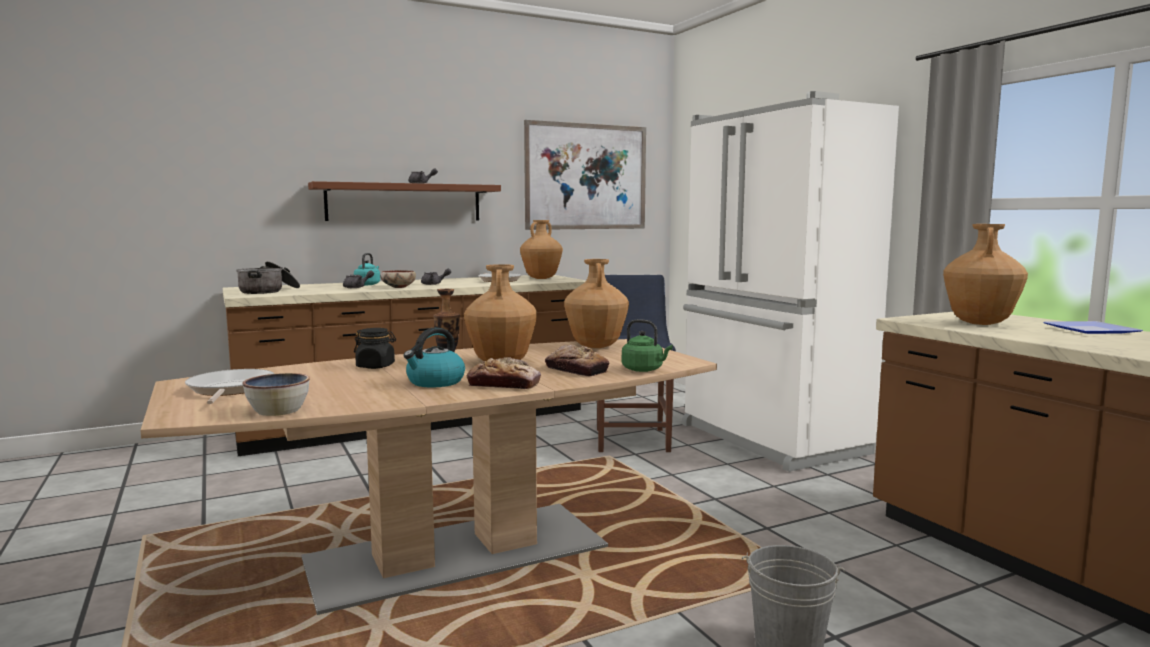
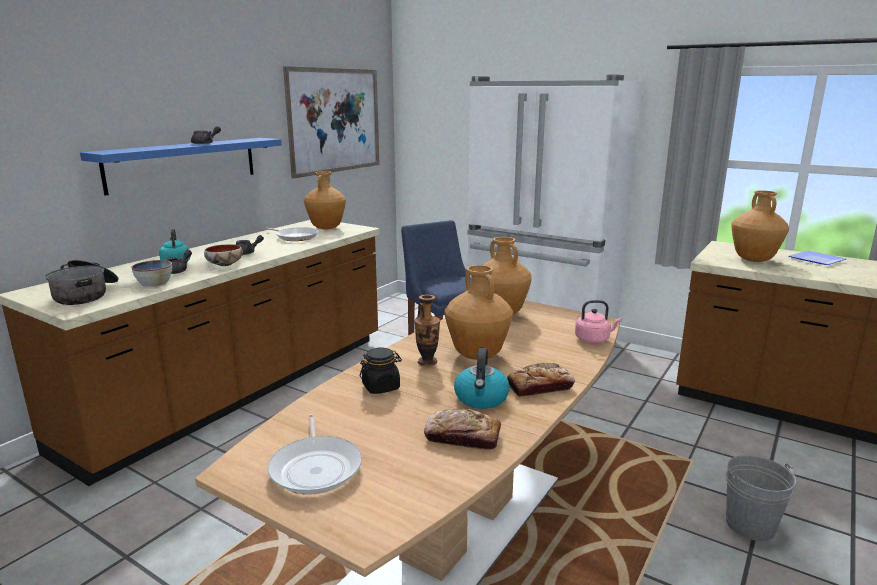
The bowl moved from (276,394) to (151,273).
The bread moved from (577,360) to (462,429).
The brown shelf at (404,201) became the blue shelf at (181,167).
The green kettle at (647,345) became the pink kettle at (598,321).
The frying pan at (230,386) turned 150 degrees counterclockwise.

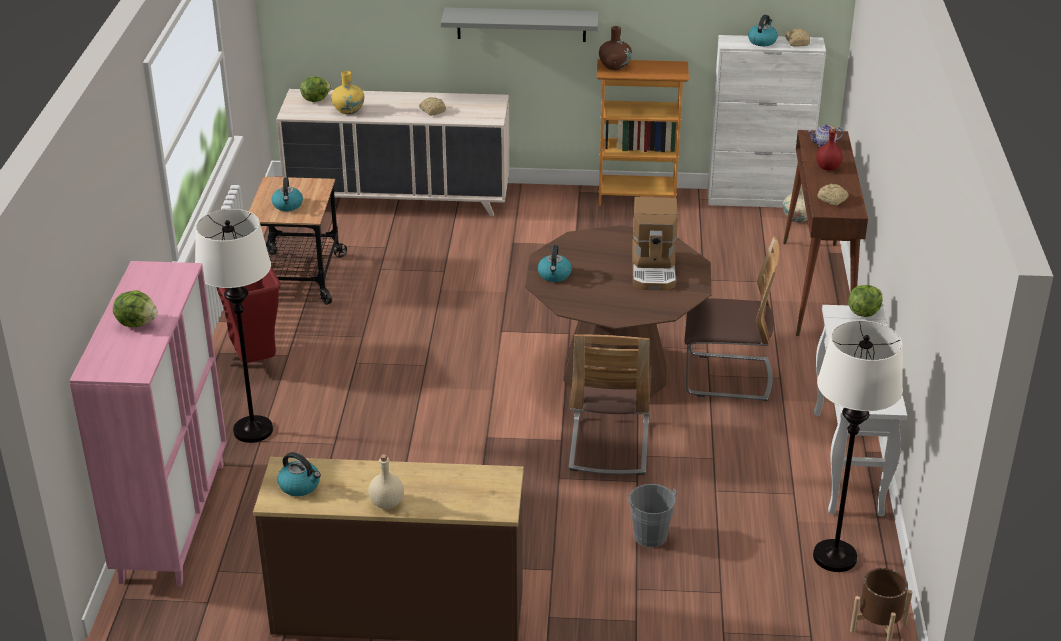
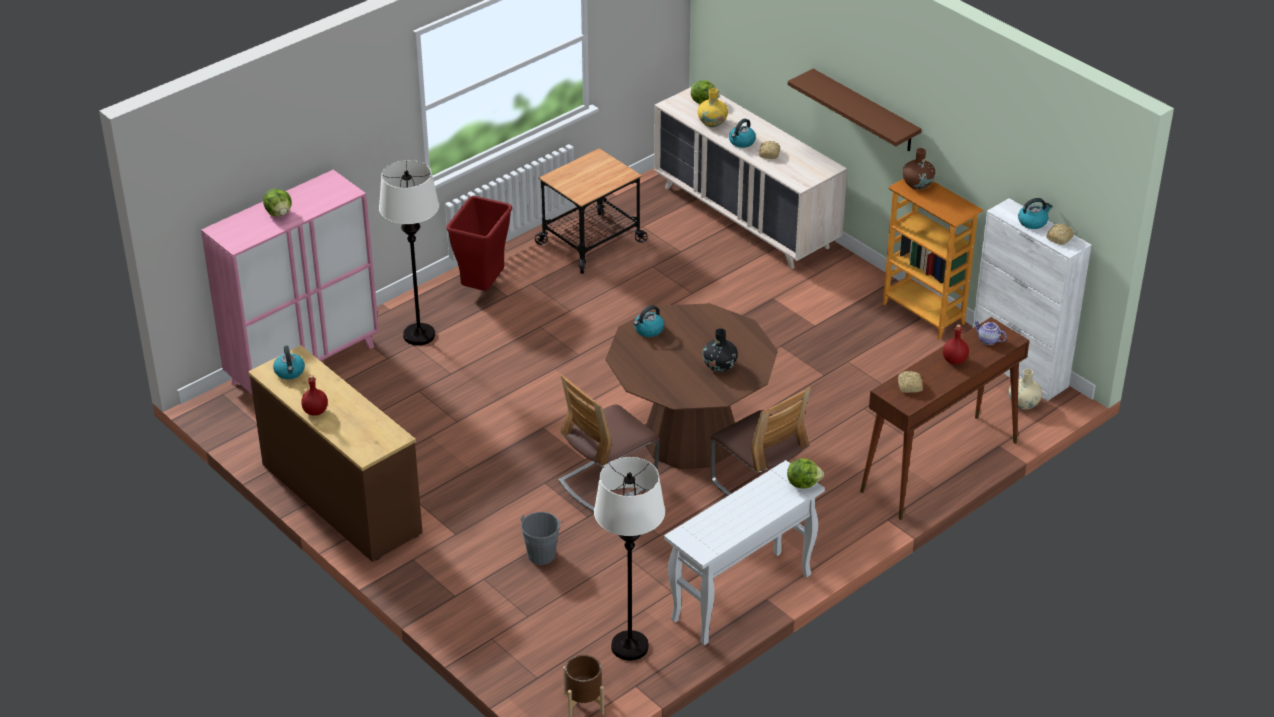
The kettle moved from (287,194) to (742,133).
The coffee machine at (655,243) was replaced by the black vase at (720,350).
The beige bottle at (386,481) became the red bottle at (314,395).
The grey shelf at (520,24) became the brown shelf at (854,110).

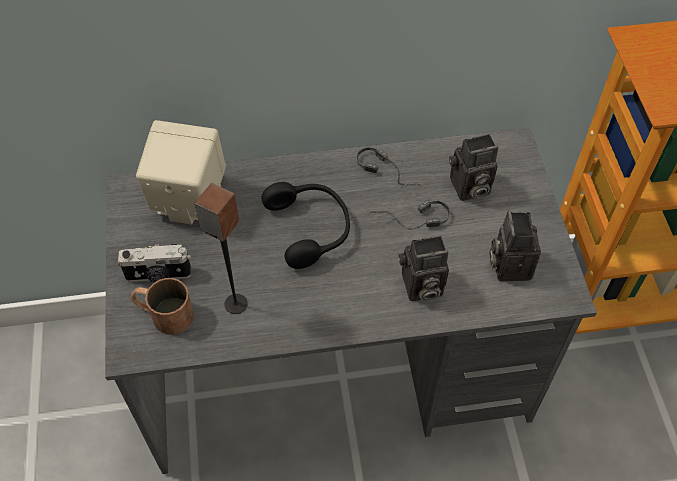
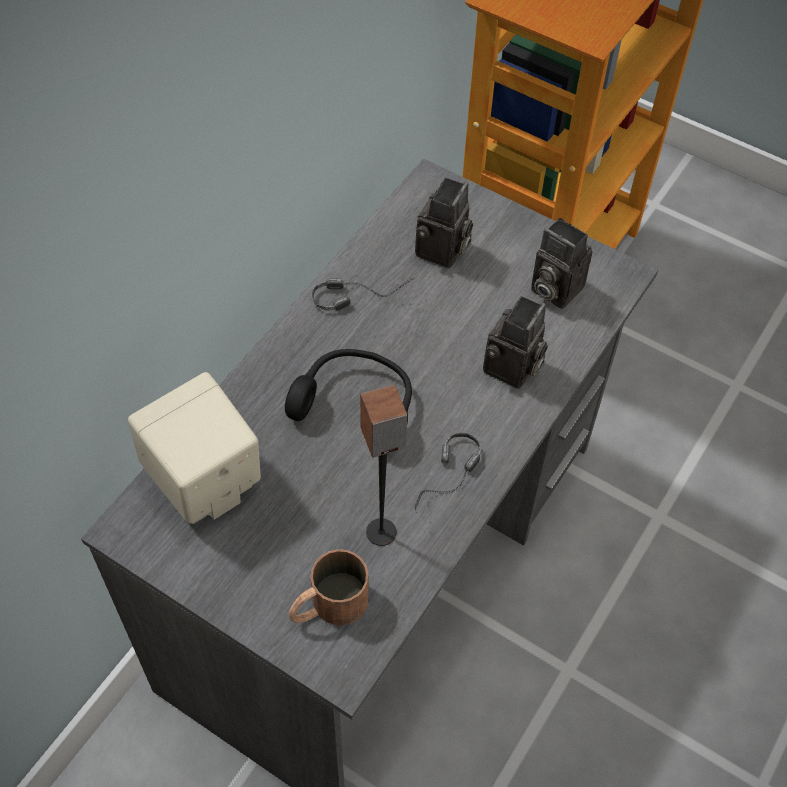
The photo camera at (154,263) disappeared.
The headphones moved from (409,215) to (447,472).

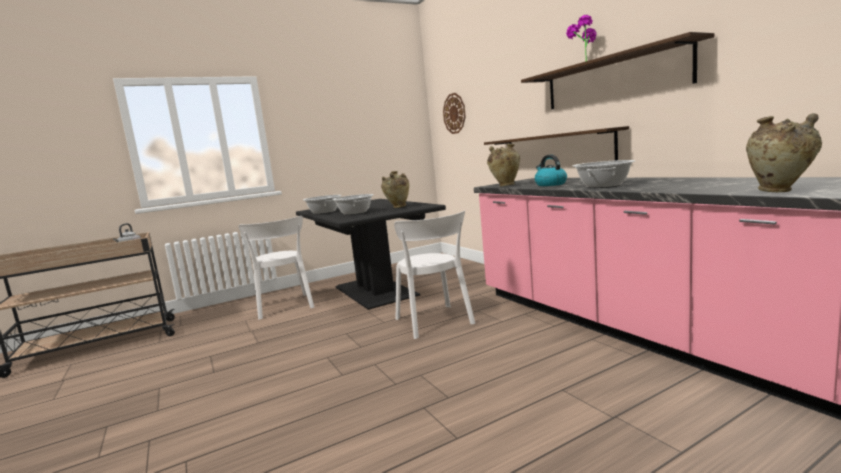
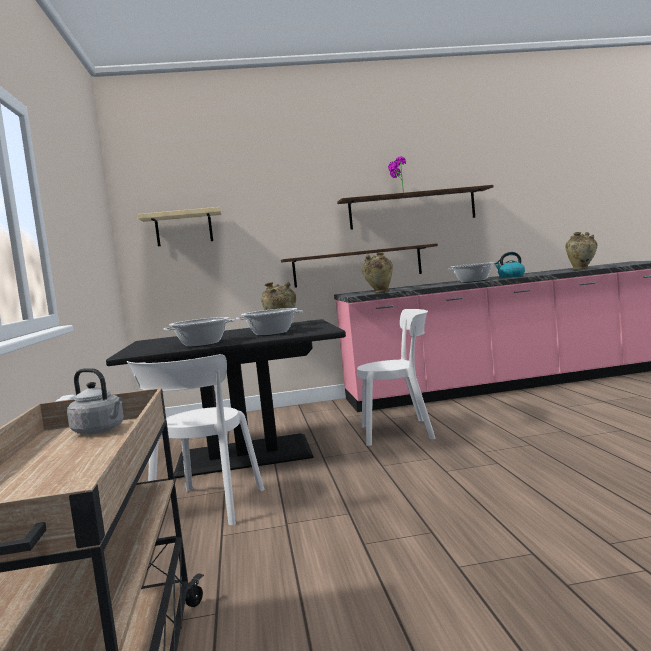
The kettle moved from (551,170) to (509,265).
The wall clock at (454,113) was replaced by the beige shelf at (179,226).
The white chair at (276,268) turned 105 degrees clockwise.

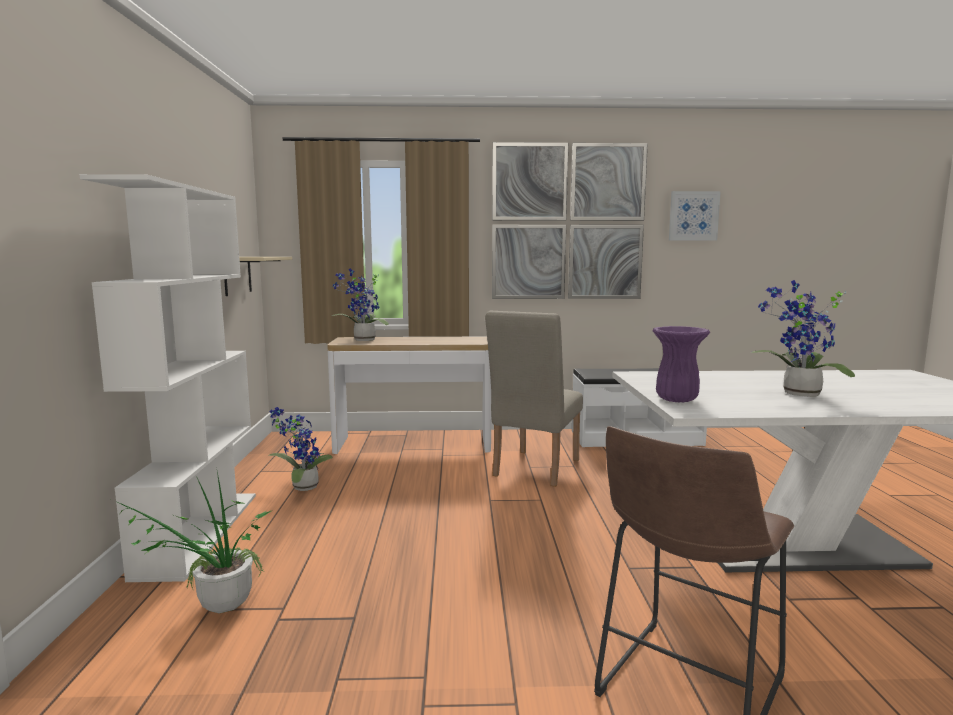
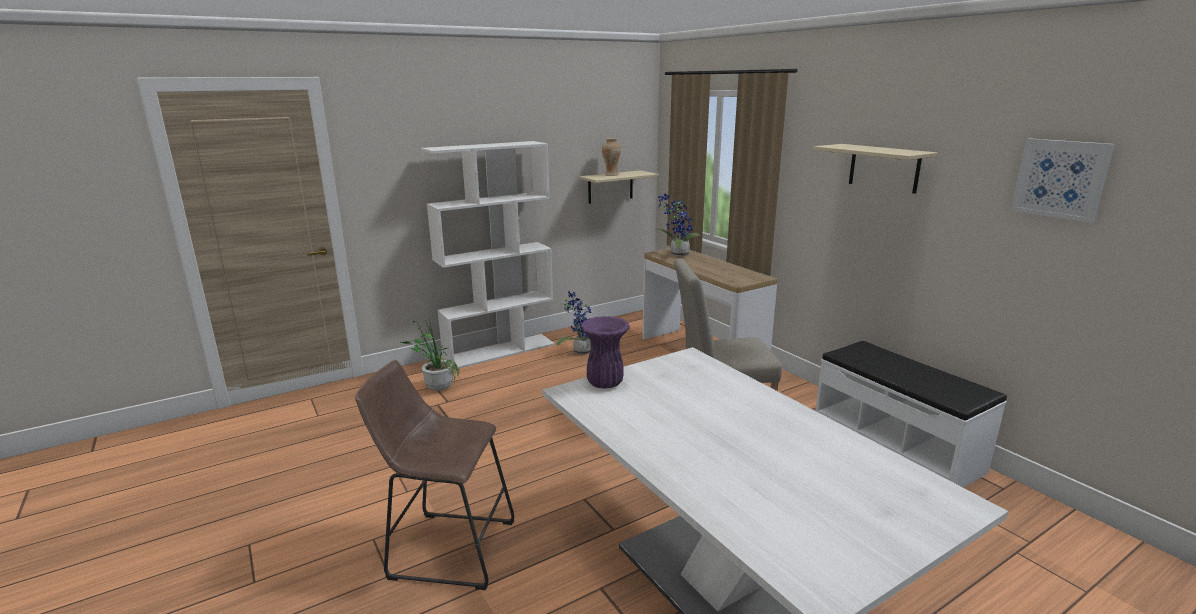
The potted plant at (803,338) disappeared.
The vase at (611,157) appeared.
The picture at (570,220) was replaced by the beige shelf at (875,169).

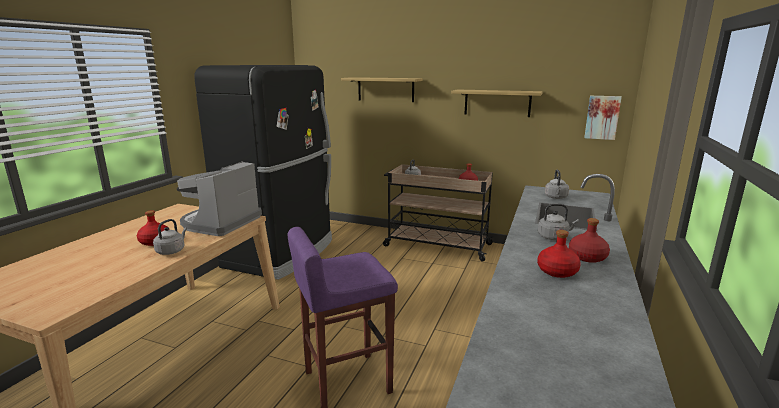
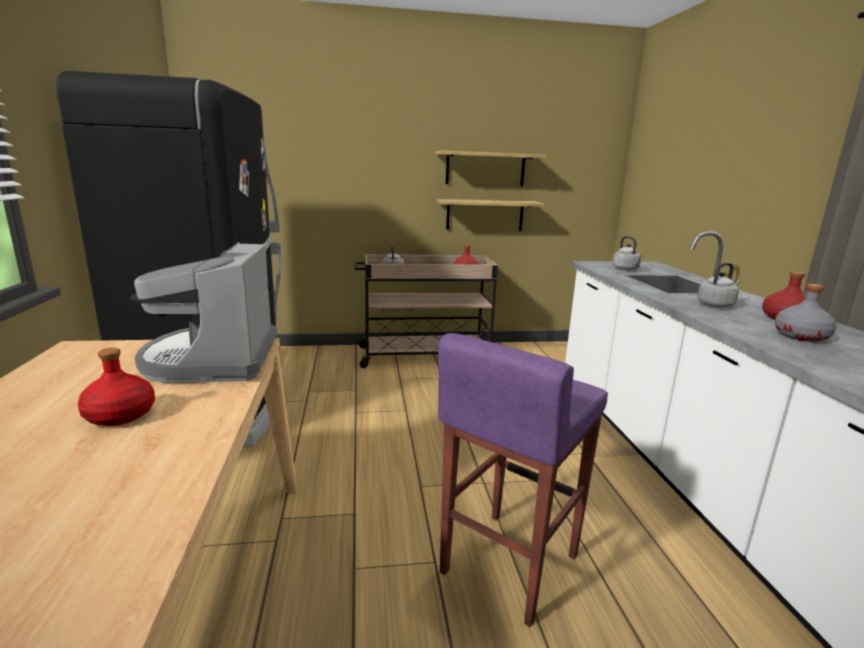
The grey kettle at (170,237) disappeared.
The picture at (603,118) disappeared.
The shelf moved from (382,89) to (490,215).
The red bottle at (559,254) became the grey bottle at (805,313).

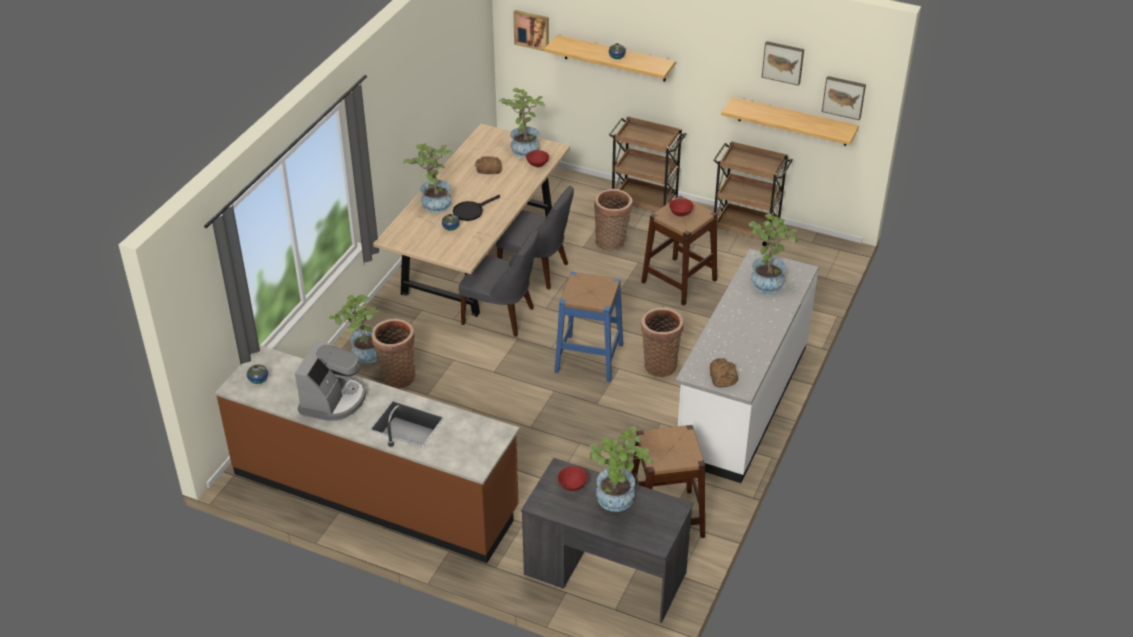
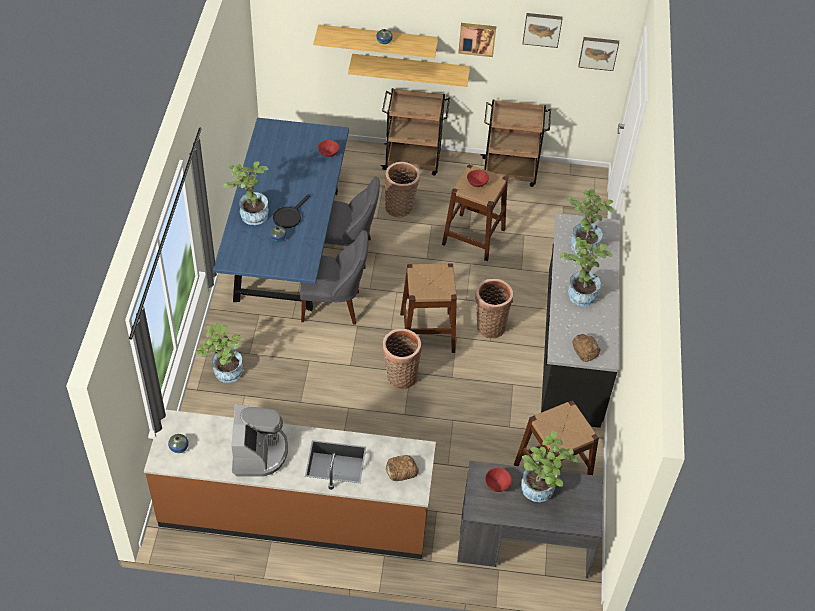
The basket moved from (393,353) to (401,359).
The bread moved from (489,165) to (402,468).
The potted plant moved from (522,123) to (586,272).
The picture moved from (531,30) to (477,40).
The shelf moved from (790,121) to (409,70).
The beige dining table at (471,220) became the blue dining table at (281,214).
The blue stool at (588,327) became the brown stool at (428,308).
The white counter at (747,366) became the black counter at (580,320).

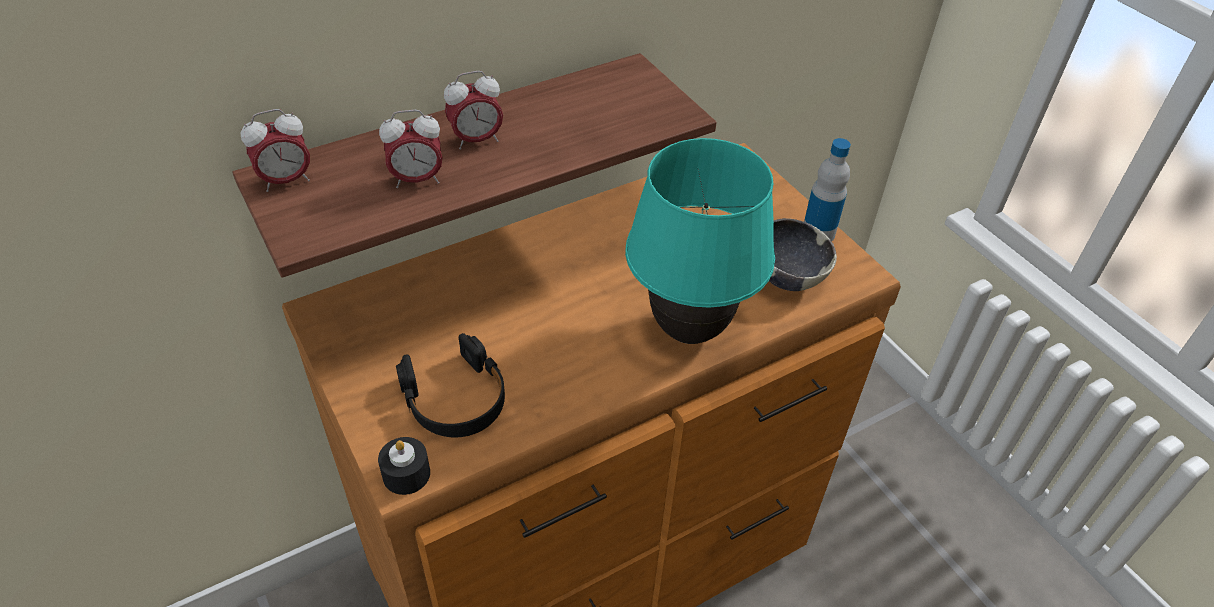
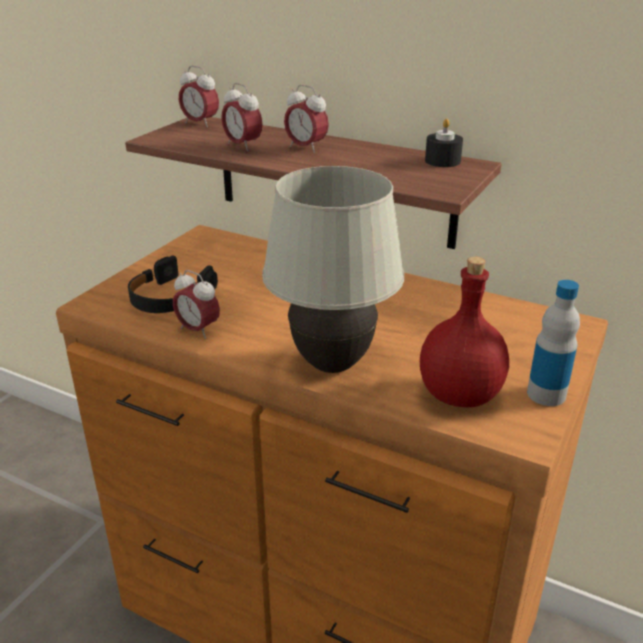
The alarm clock at (196,304) appeared.
The black candle moved from (404,466) to (444,143).
The bowl at (803,254) was replaced by the red bottle at (464,332).
The turquoise table lamp at (700,241) became the white table lamp at (333,269).

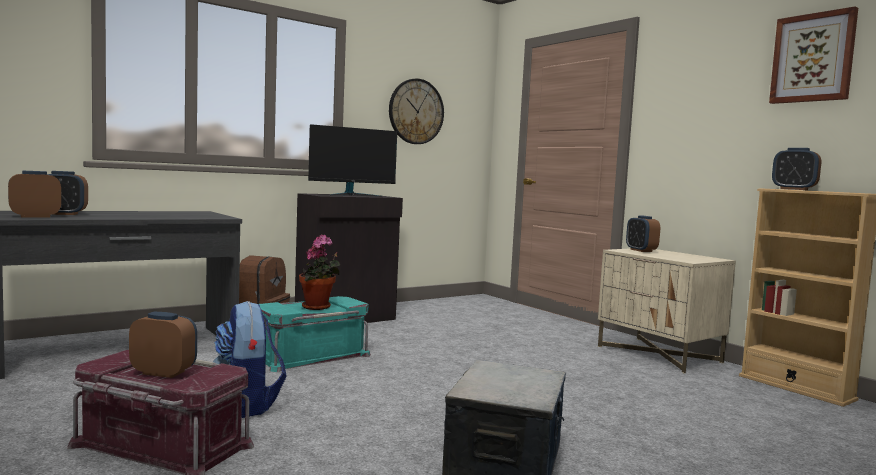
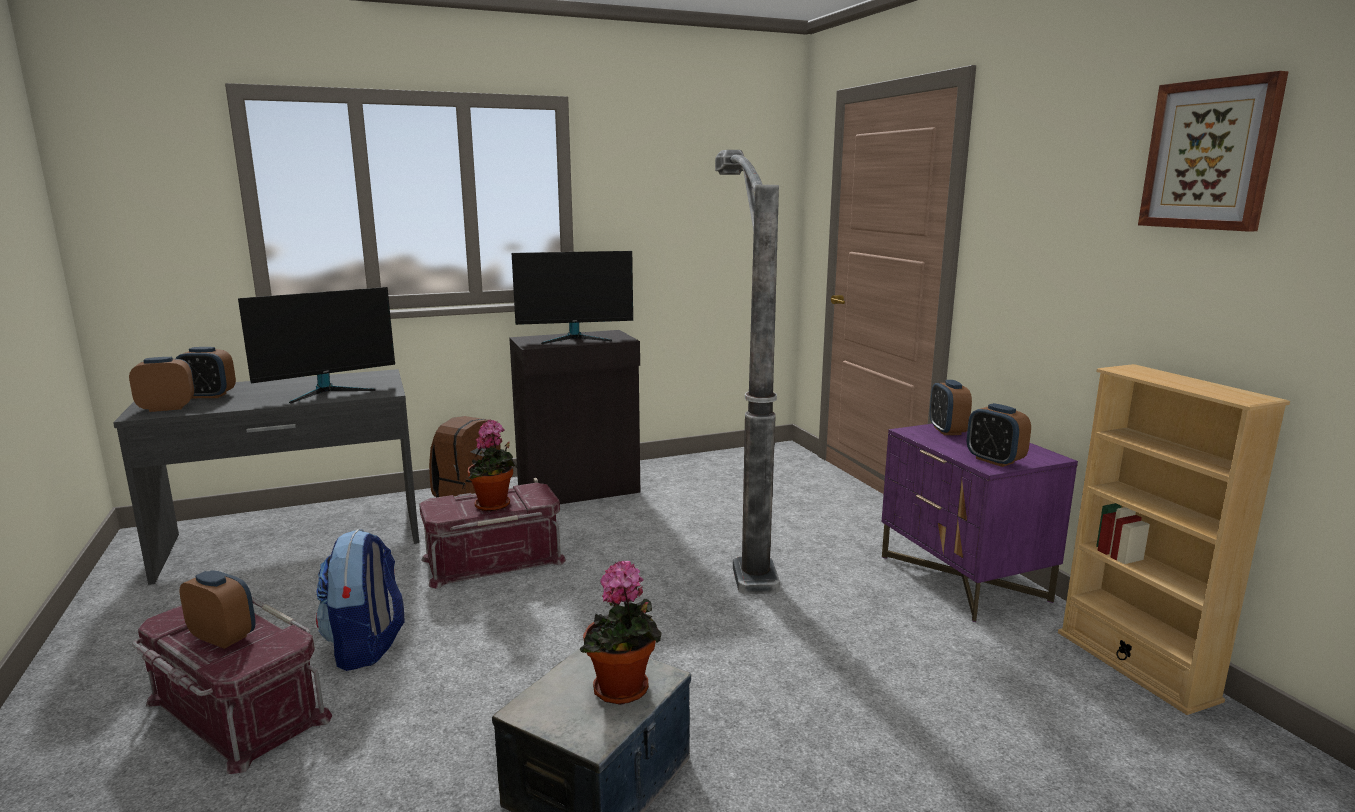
The wall clock at (416,111) disappeared.
The monitor at (316,345) appeared.
The potted plant at (621,633) appeared.
The floor lamp at (747,372) appeared.
The alarm clock moved from (796,169) to (999,435).
The turquoise storage box at (315,334) became the red storage box at (492,536).
The beige nightstand at (667,311) became the purple nightstand at (980,523).

